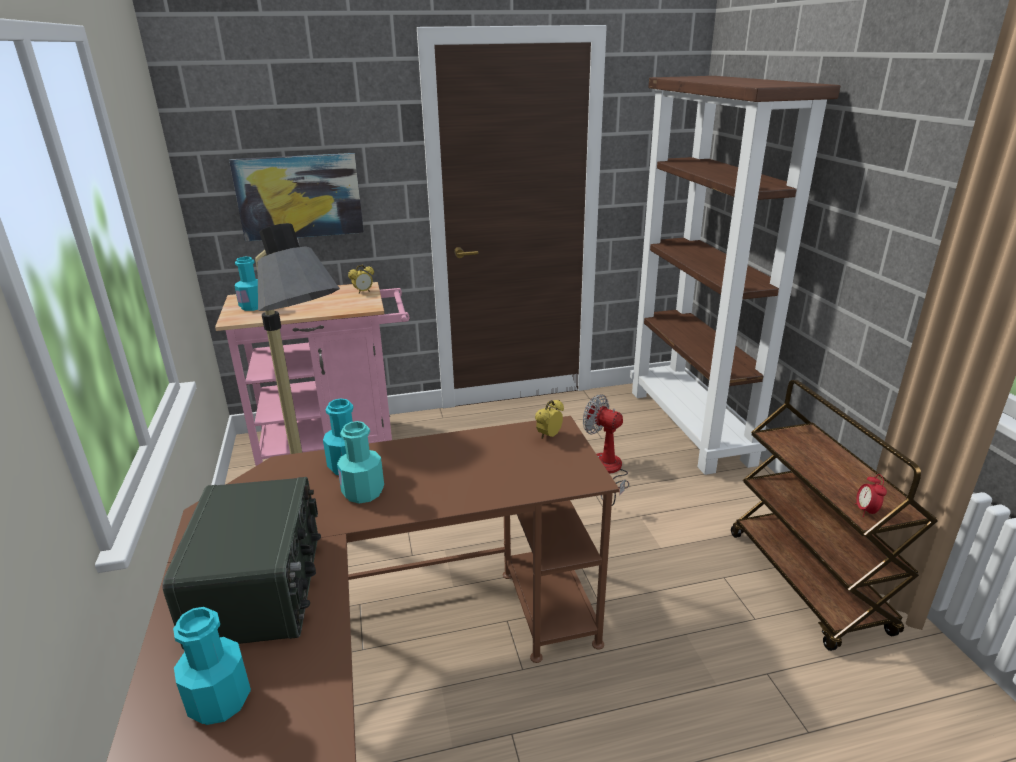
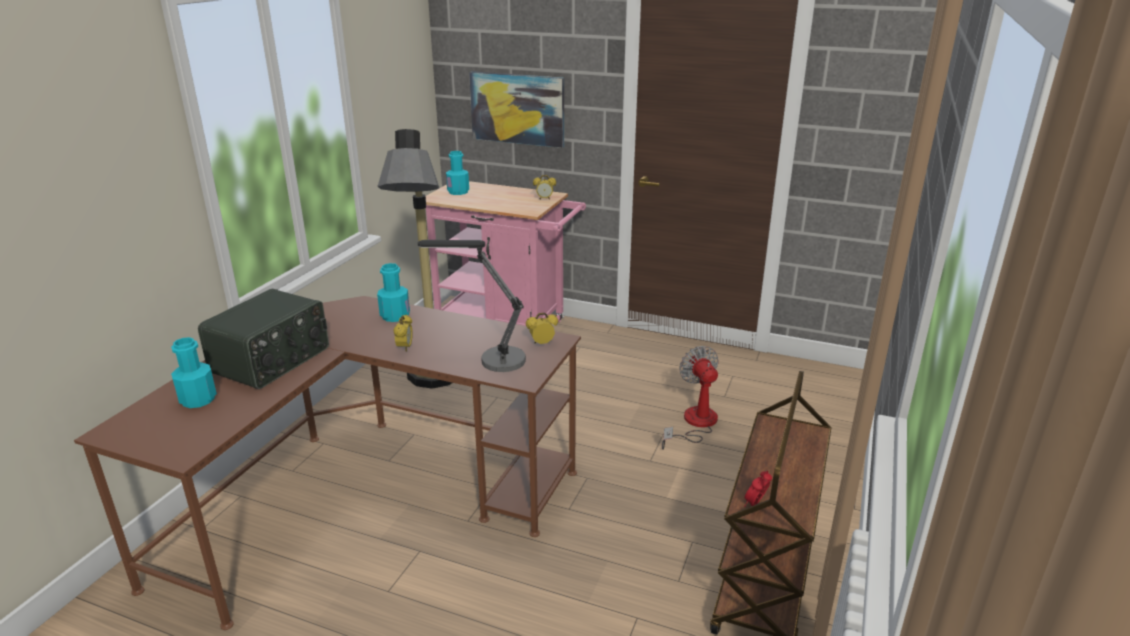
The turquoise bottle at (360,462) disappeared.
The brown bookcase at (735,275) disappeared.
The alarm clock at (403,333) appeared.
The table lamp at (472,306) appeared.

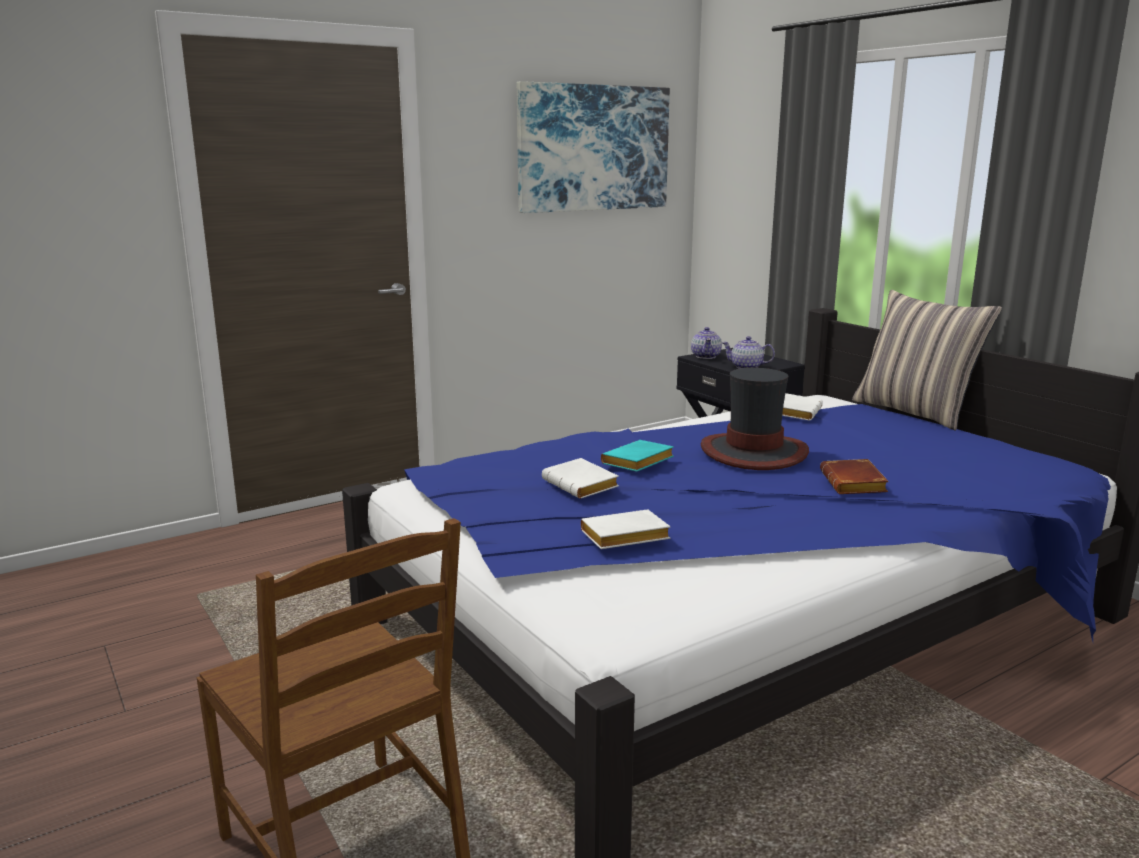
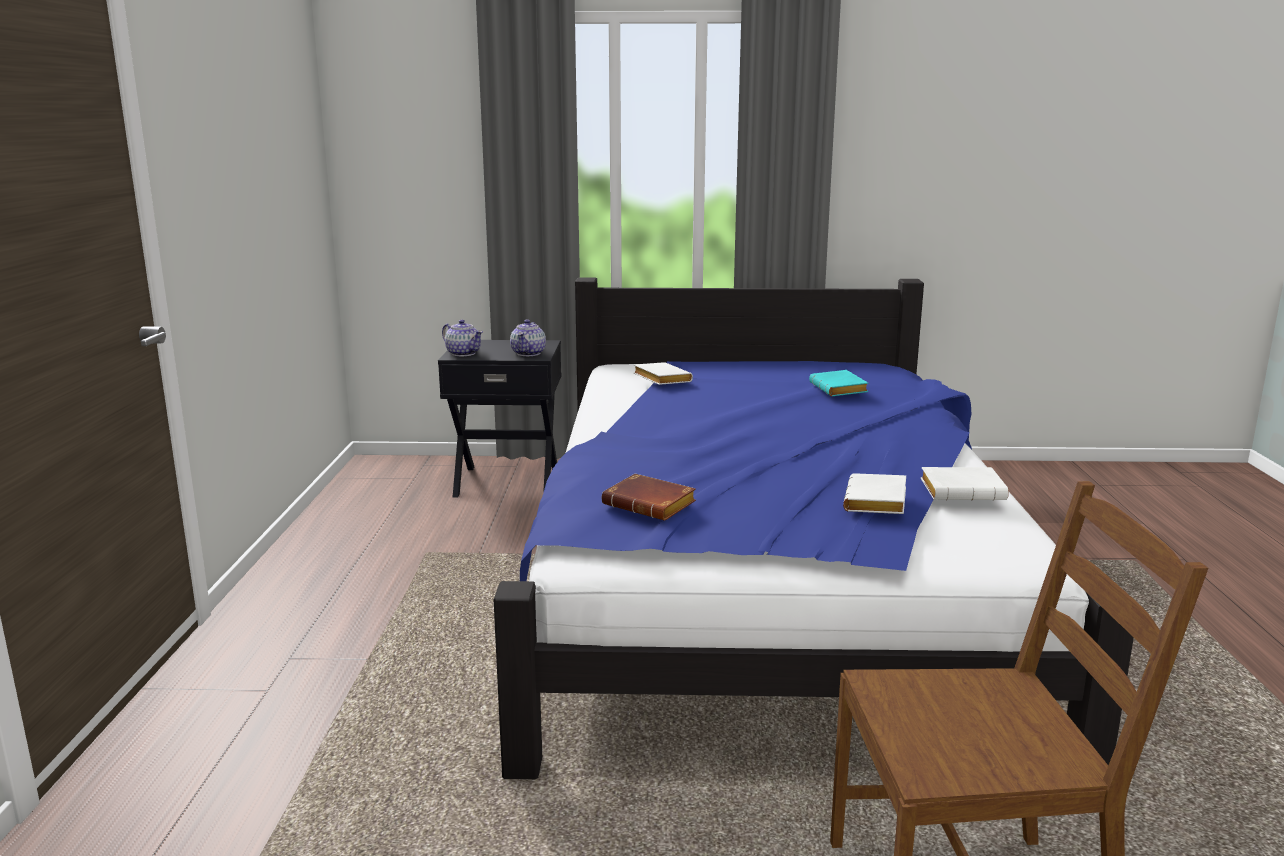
The picture at (593,147) disappeared.
The hat at (755,419) disappeared.
The pillow at (927,360) disappeared.
The white book moved from (580,478) to (965,484).
The turquoise book moved from (637,456) to (838,383).
The brown book moved from (854,476) to (649,497).
The teapot at (748,352) turned 45 degrees counterclockwise.

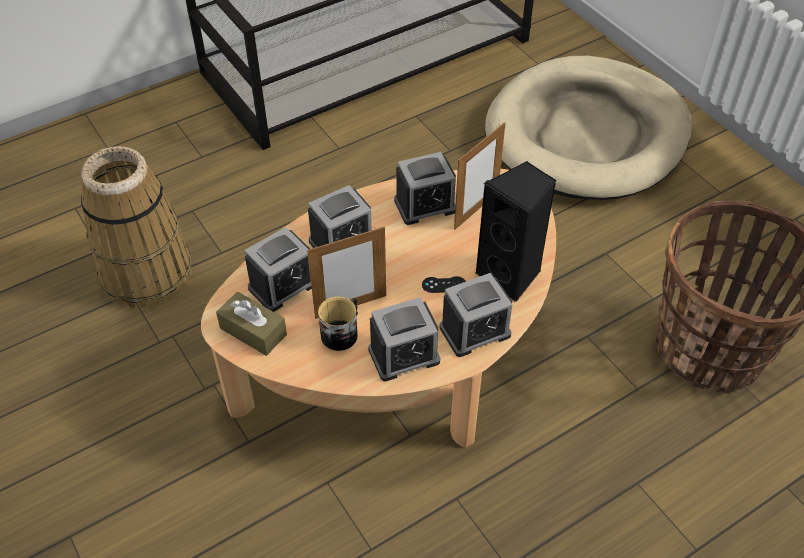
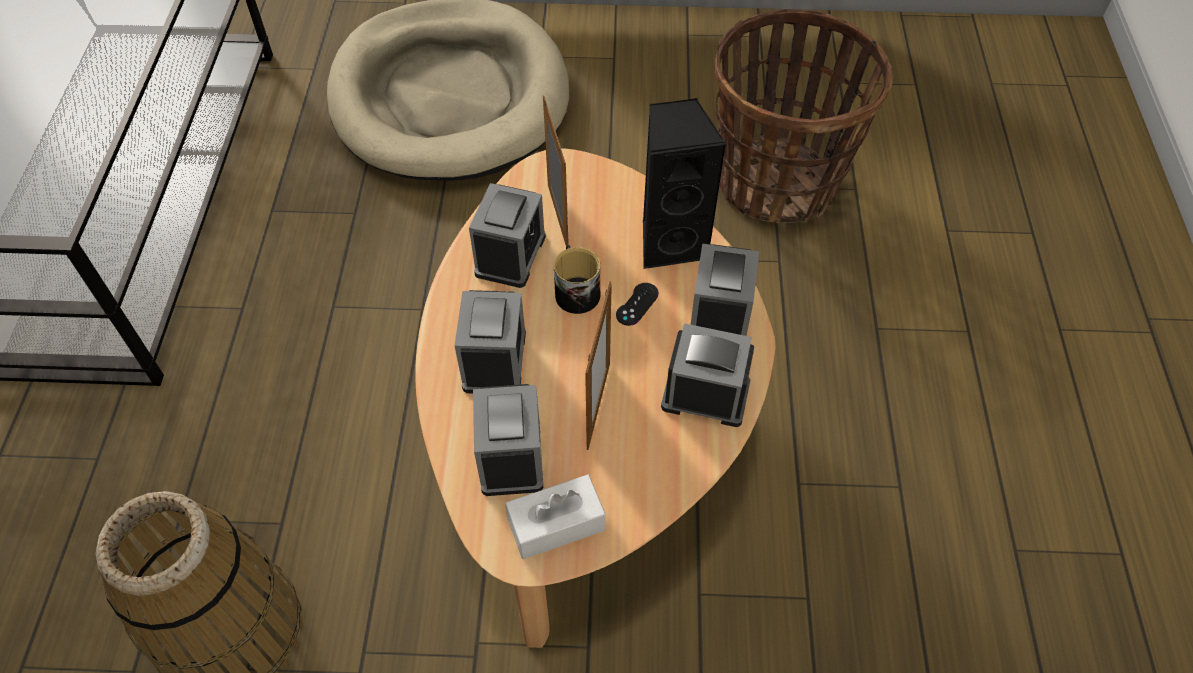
The mug moved from (338,324) to (577,279).
The brown tissue box at (251,324) became the white tissue box at (555,517).
The alarm clock at (404,339) turned 90 degrees counterclockwise.

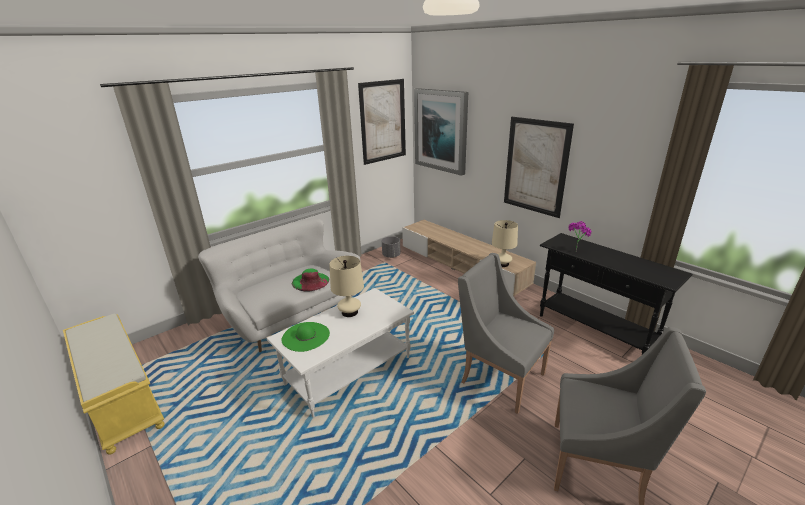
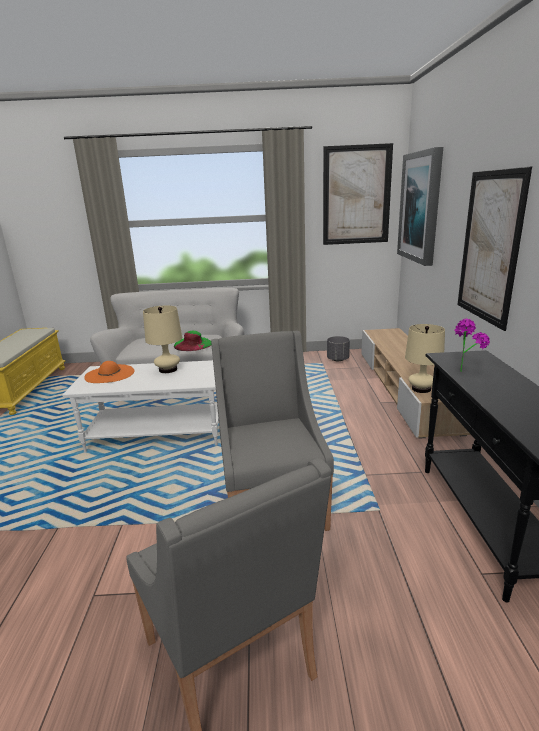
The green hat at (305,337) became the orange hat at (109,372).

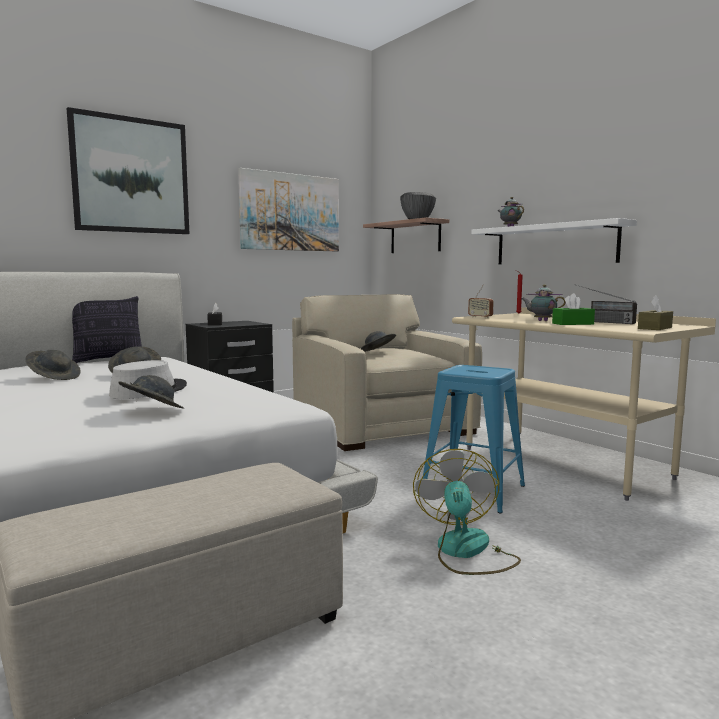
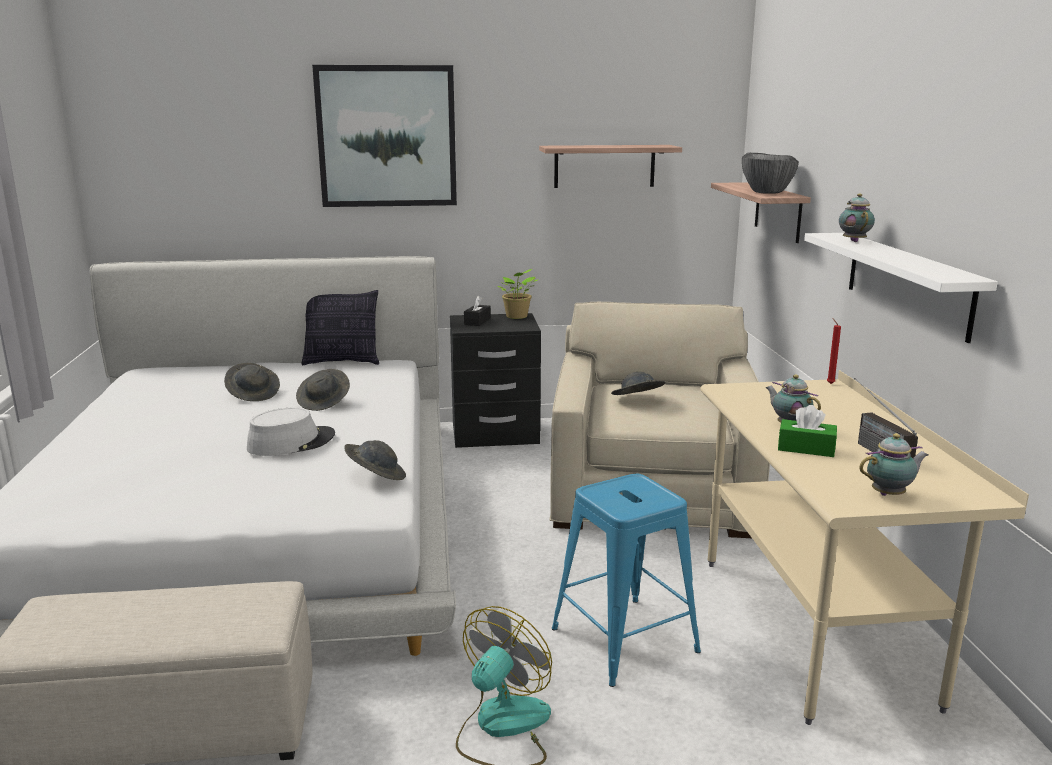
The radio at (481,301) disappeared.
The potted plant at (517,294) appeared.
The grey hat moved from (151,392) to (375,460).
The picture at (288,209) was replaced by the shelf at (610,166).
The brown tissue box at (655,312) was replaced by the teapot at (893,464).

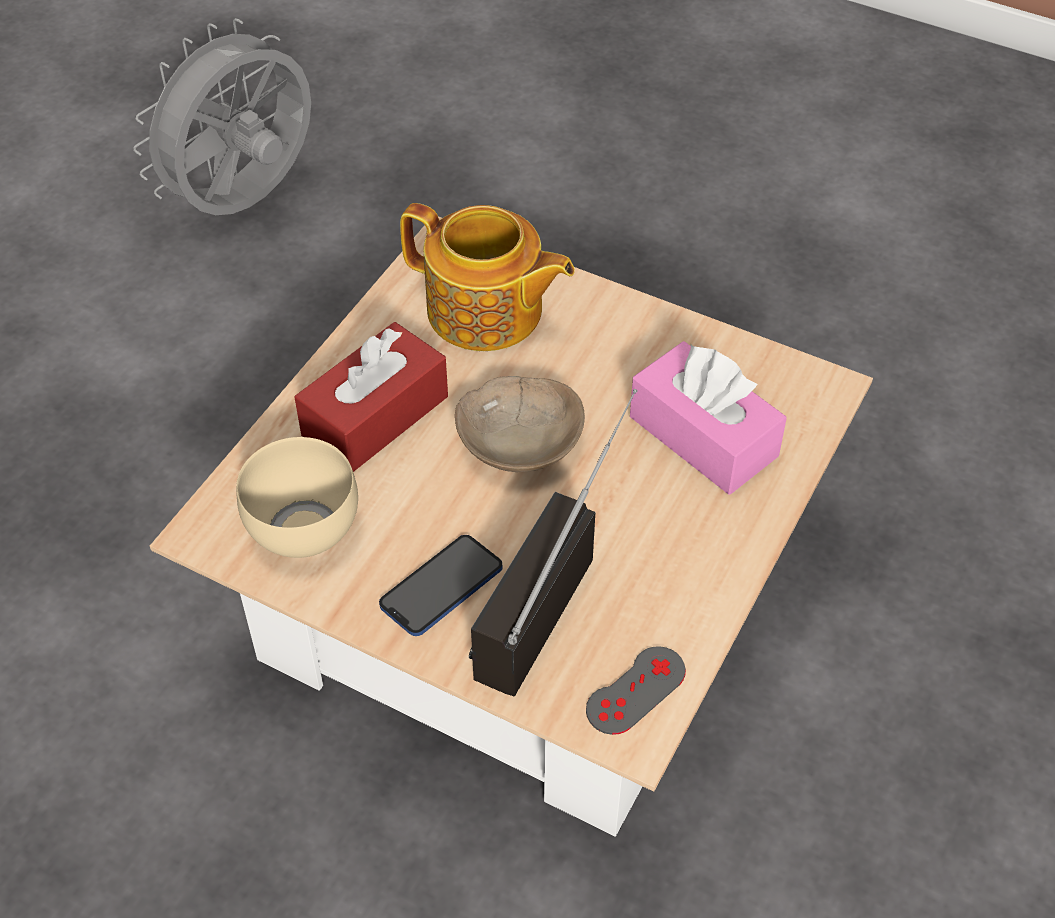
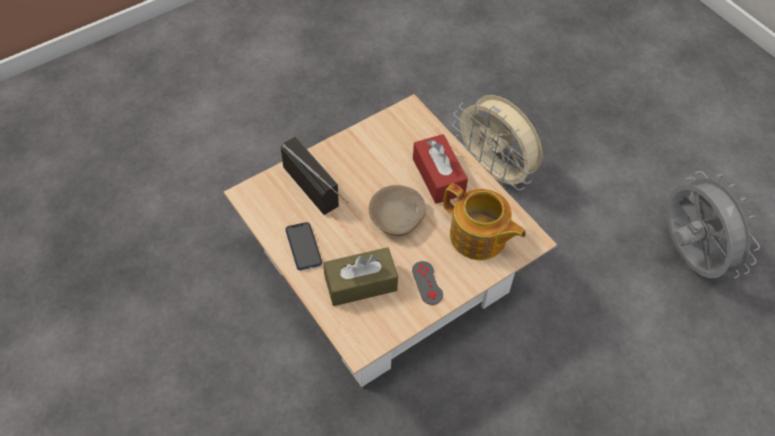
The beige bowl at (297,497) disappeared.
The beige fan at (497,142) appeared.
The phone moved from (441,585) to (303,246).
The grey game controller moved from (636,690) to (427,283).
The pink tissue box at (708,418) became the brown tissue box at (361,276).
The teapot at (487,277) turned 105 degrees counterclockwise.

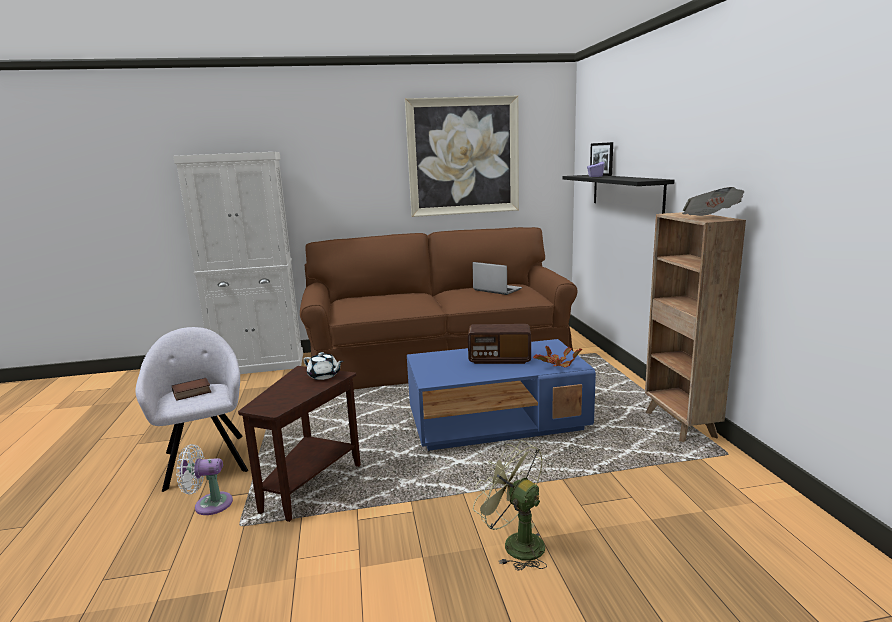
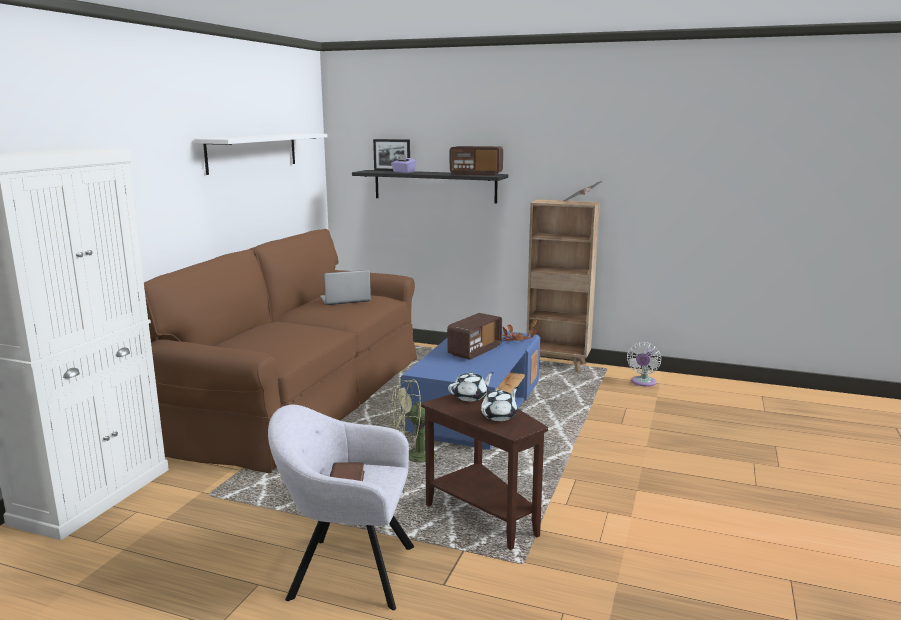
The radio at (476,161) appeared.
The white teapot at (499,404) appeared.
The white fan moved from (204,479) to (644,364).
The green fan moved from (510,505) to (416,423).
The picture at (462,156) was replaced by the white shelf at (260,154).

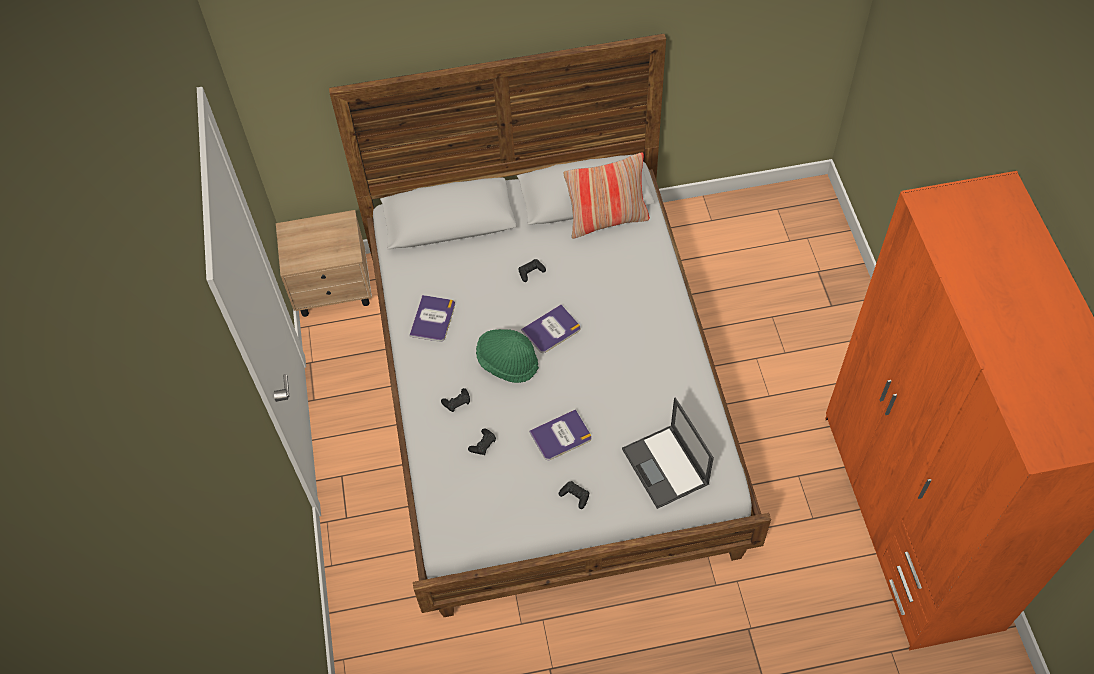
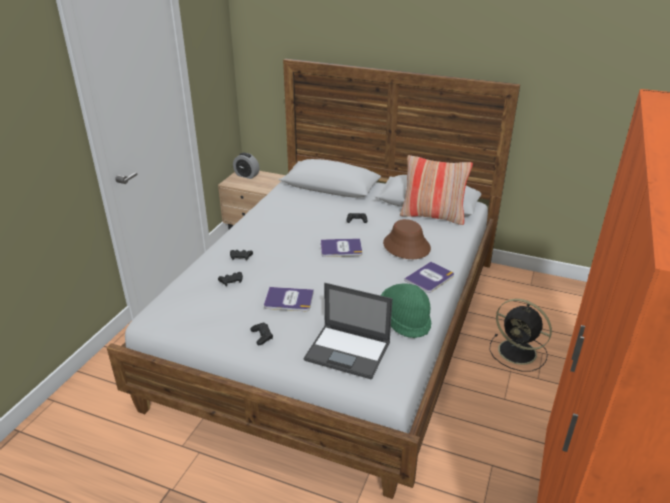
The alarm clock at (246,166) appeared.
The brown hat at (407,239) appeared.
The black fan at (521,335) appeared.
The book moved from (432,318) to (429,277).
The green hat moved from (507,356) to (405,310).
The laptop at (668,453) turned 75 degrees counterclockwise.

